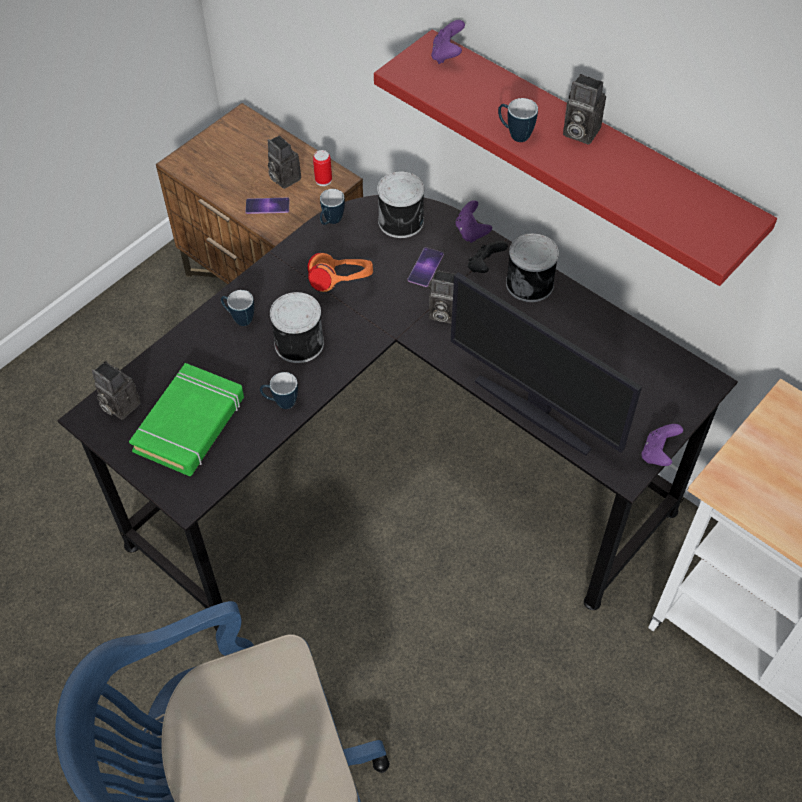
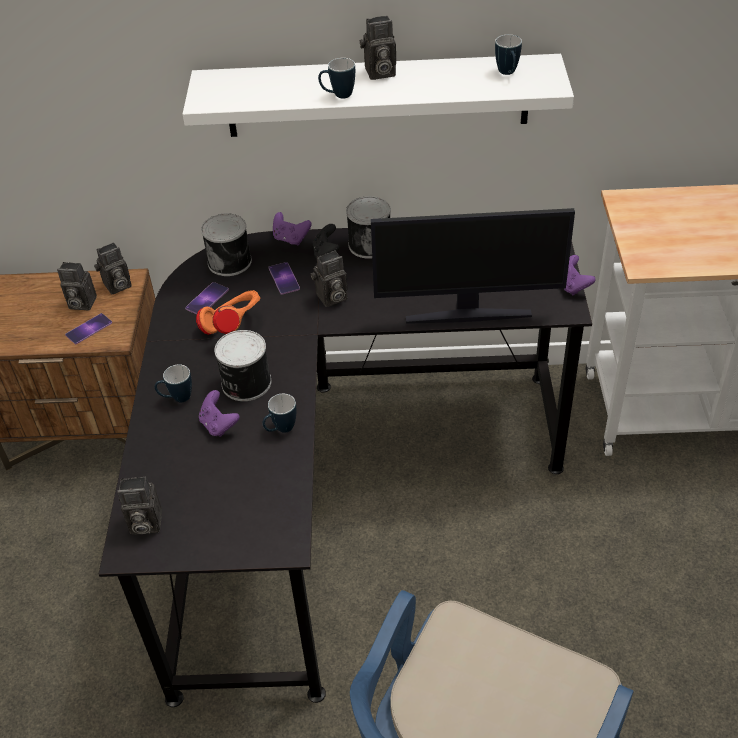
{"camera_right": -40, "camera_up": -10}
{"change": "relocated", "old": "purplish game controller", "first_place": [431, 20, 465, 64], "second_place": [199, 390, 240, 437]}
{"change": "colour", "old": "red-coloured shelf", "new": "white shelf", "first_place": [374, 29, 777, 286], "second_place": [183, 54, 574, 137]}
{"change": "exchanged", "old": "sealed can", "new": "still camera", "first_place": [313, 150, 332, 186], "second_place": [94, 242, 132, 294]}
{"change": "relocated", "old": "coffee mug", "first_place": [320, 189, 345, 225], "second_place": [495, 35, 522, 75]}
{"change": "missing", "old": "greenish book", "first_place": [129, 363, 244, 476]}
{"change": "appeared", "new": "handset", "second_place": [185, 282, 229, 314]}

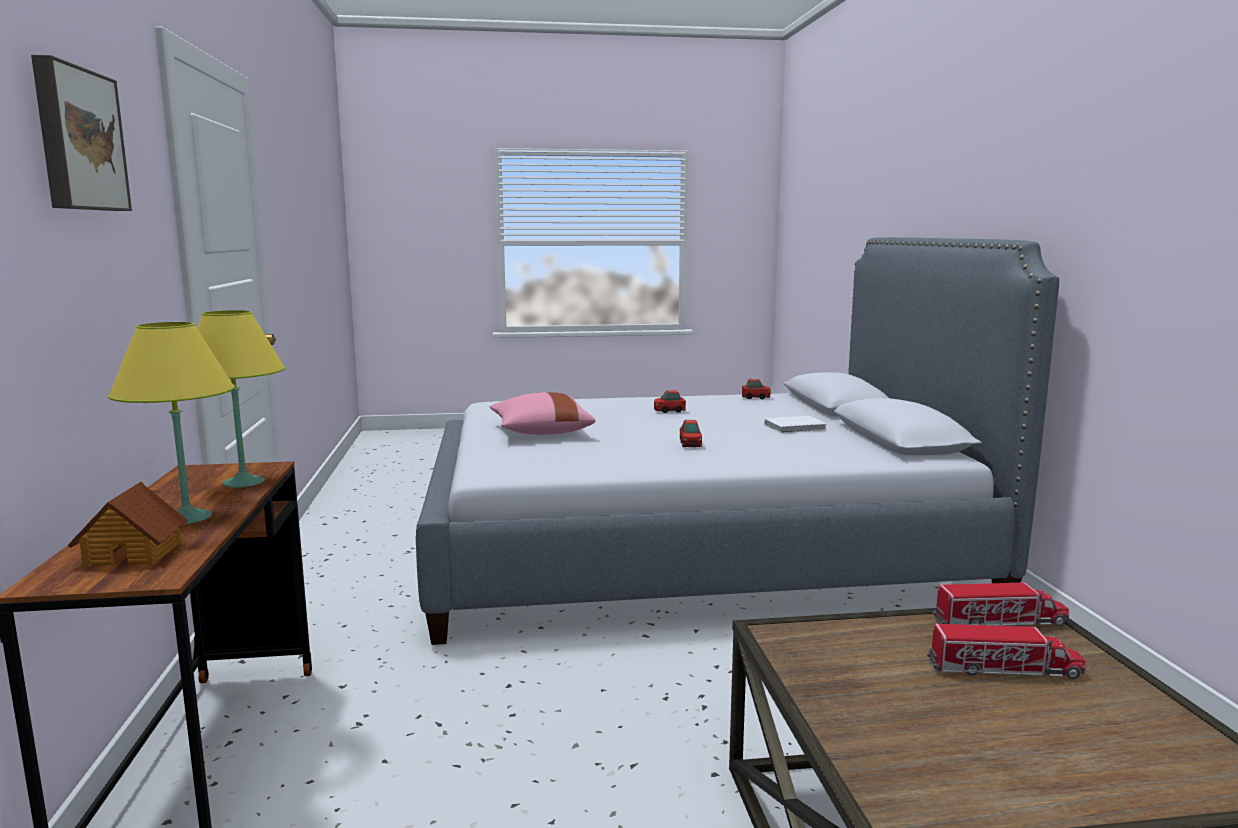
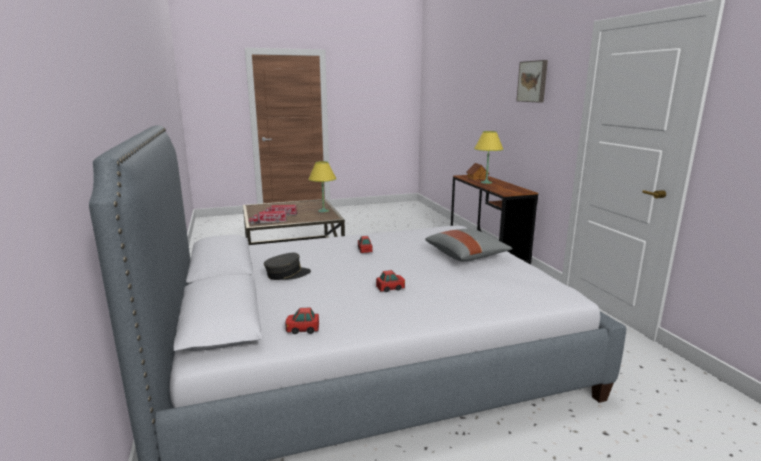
{"camera_right": 170, "camera_up": 5}
{"change": "relocated", "old": "yellow-coloured tabletop lamp", "first_place": [197, 310, 285, 488], "second_place": [308, 161, 337, 212]}
{"change": "colour", "old": "pink-coloured throw pillow", "new": "greyish throw pillow", "first_place": [489, 392, 595, 435], "second_place": [426, 229, 513, 261]}
{"change": "exchanged", "old": "white book", "new": "greyish peaked cap", "first_place": [765, 416, 827, 433], "second_place": [264, 253, 311, 280]}

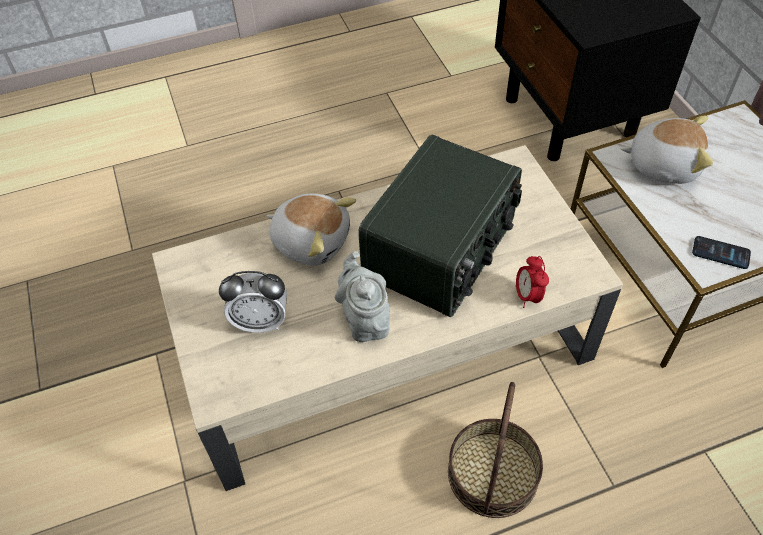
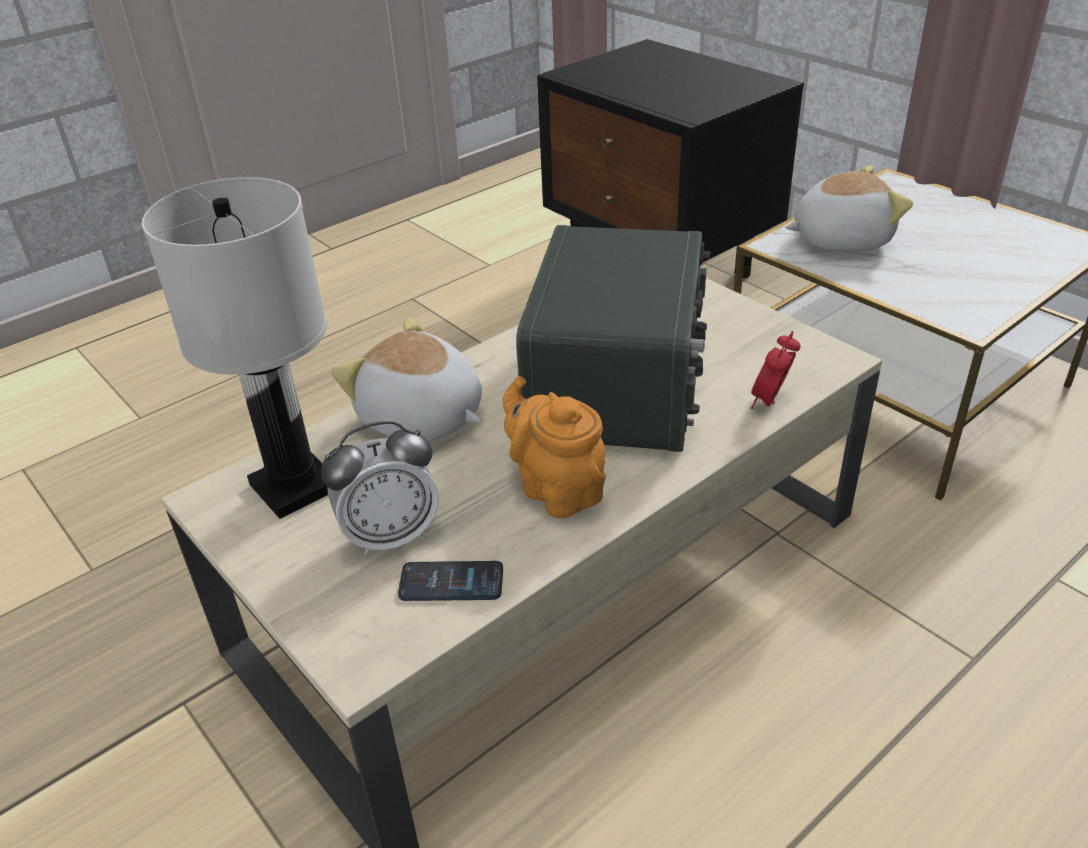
{"camera_right": -20, "camera_up": -15}
{"change": "spun", "old": "soft toy", "first_place": [267, 193, 356, 265], "second_place": [331, 317, 482, 441], "degrees": -150}
{"change": "relocated", "old": "handset", "first_place": [692, 236, 751, 269], "second_place": [398, 561, 503, 601]}
{"change": "colour", "old": "greyish pot for tea", "new": "orangey pot for tea", "first_place": [335, 251, 390, 342], "second_place": [503, 376, 606, 518]}
{"change": "spun", "old": "bedside clock", "first_place": [516, 256, 549, 308], "second_place": [751, 331, 801, 409], "degrees": 60}
{"change": "missing", "old": "basket", "first_place": [448, 382, 543, 518]}
{"change": "appeared", "new": "white tabletop lamp", "second_place": [142, 177, 328, 519]}

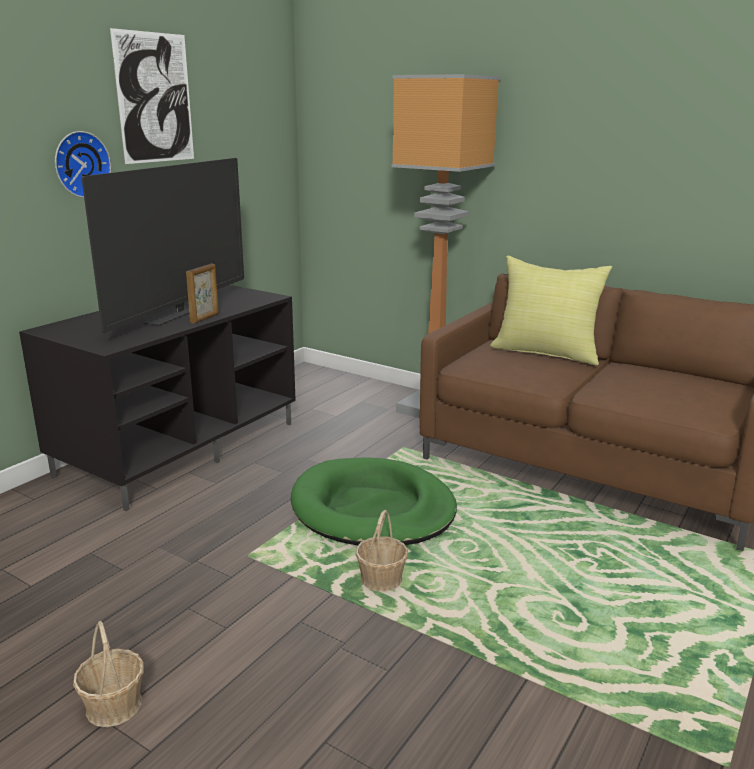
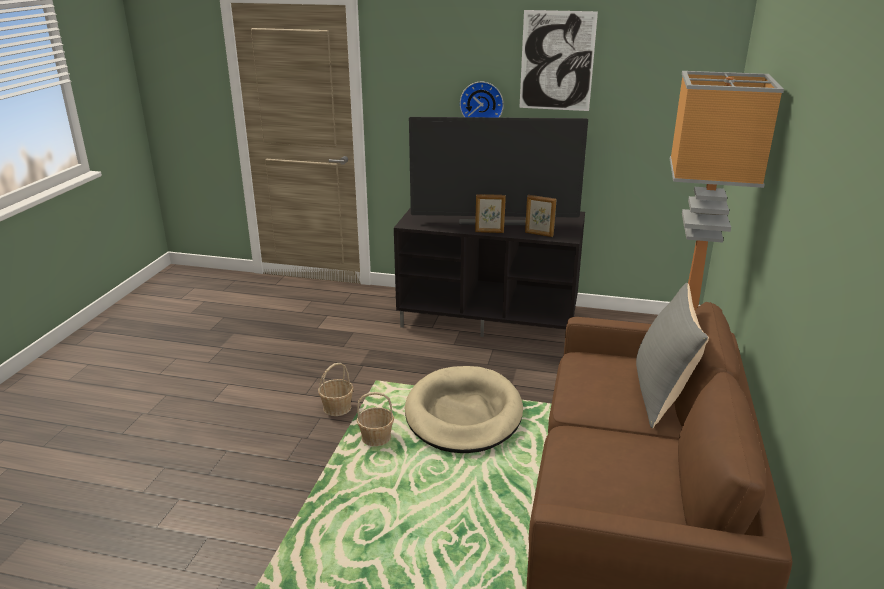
{"camera_right": 70, "camera_up": 5}
{"change": "colour", "old": "yellow-coloured throw pillow", "new": "greyish throw pillow", "first_place": [490, 255, 612, 365], "second_place": [636, 283, 709, 428]}
{"change": "colour", "old": "greenish dog cushion", "new": "beige dog cushion", "first_place": [291, 457, 457, 545], "second_place": [405, 366, 523, 453]}
{"change": "relocated", "old": "basket", "first_place": [73, 621, 144, 727], "second_place": [318, 363, 354, 416]}
{"change": "appeared", "new": "photo frame", "second_place": [525, 195, 556, 237]}

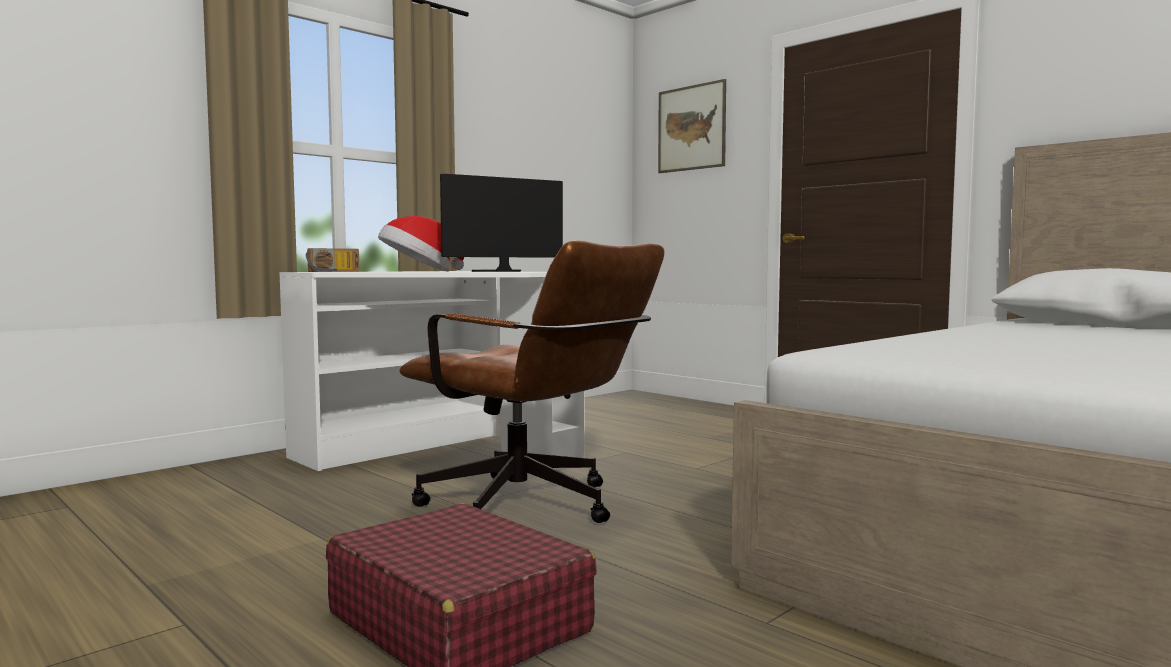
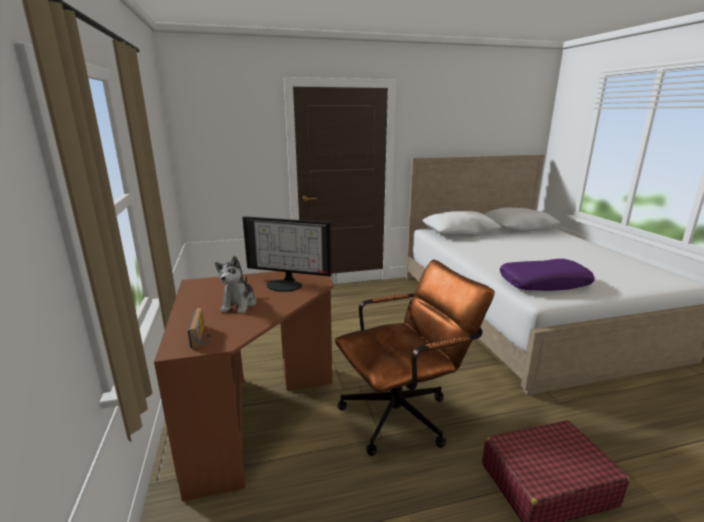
{"camera_right": -60, "camera_up": 15}
{"change": "missing", "old": "picture", "first_place": [658, 79, 726, 173]}
{"change": "spun", "old": "monitor", "first_place": [440, 174, 563, 272], "second_place": [243, 216, 332, 292], "degrees": -75}
{"change": "exchanged", "old": "hat", "new": "soft toy", "first_place": [378, 216, 464, 271], "second_place": [215, 256, 256, 313]}
{"change": "colour", "old": "white desk", "new": "brown desk", "first_place": [279, 271, 584, 471], "second_place": [154, 271, 334, 501]}
{"change": "appeared", "new": "purplish throw pillow", "second_place": [500, 259, 595, 291]}

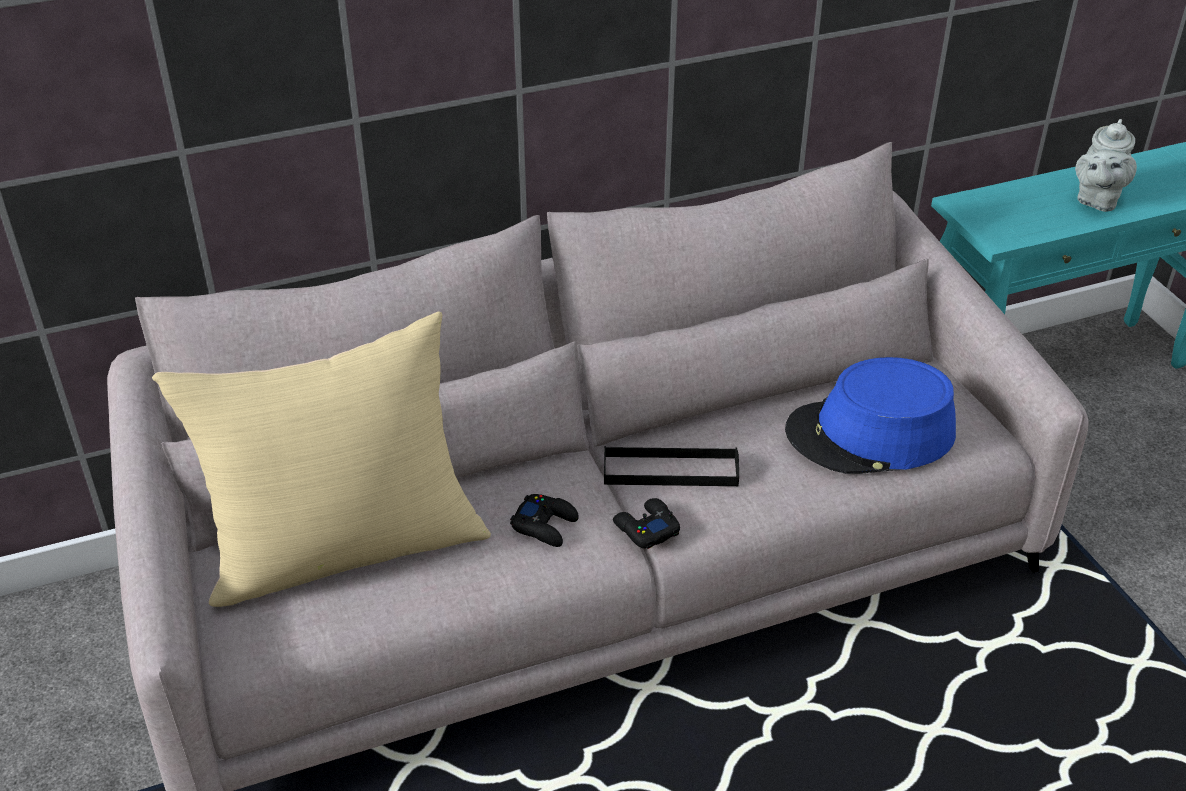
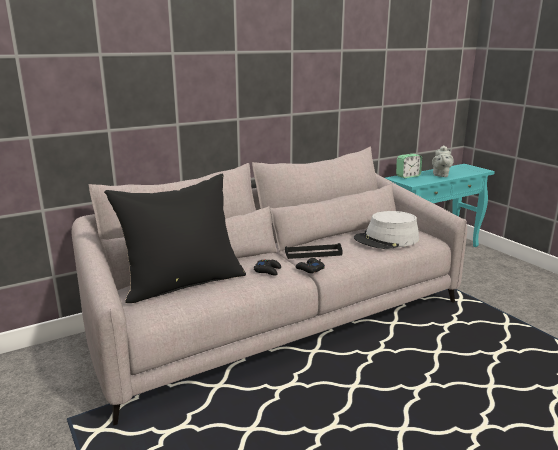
{"camera_right": -10, "camera_up": -20}
{"change": "colour", "old": "beige throw pillow", "new": "black-coloured throw pillow", "first_place": [152, 312, 491, 607], "second_place": [104, 174, 246, 303]}
{"change": "colour", "old": "blue-coloured hat", "new": "greyish hat", "first_place": [785, 357, 956, 474], "second_place": [354, 211, 419, 249]}
{"change": "appeared", "new": "bedside clock", "second_place": [396, 154, 422, 178]}

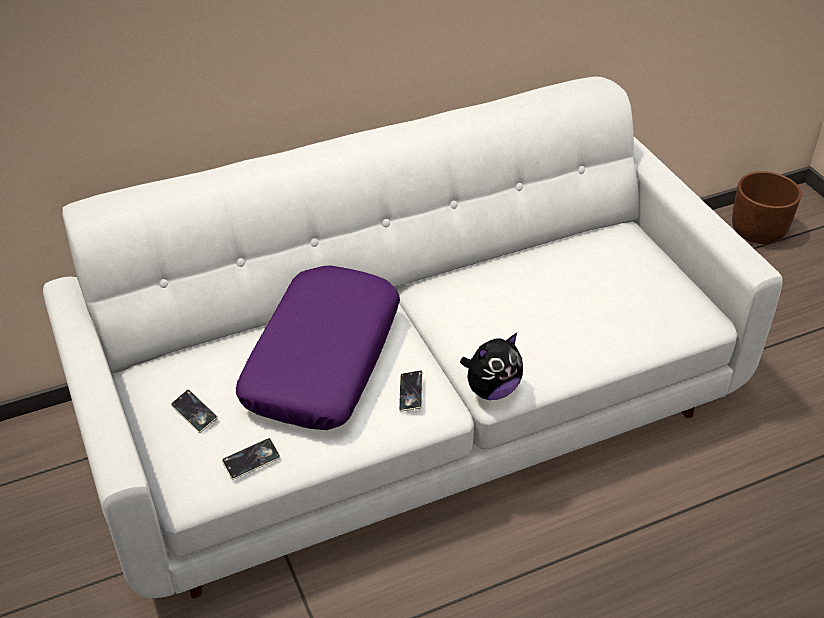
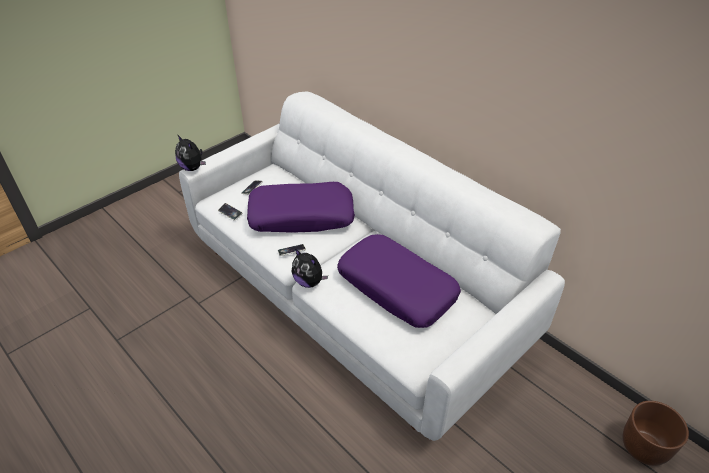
{"camera_right": 70, "camera_up": 0}
{"change": "appeared", "new": "soft toy", "second_place": [175, 134, 206, 171]}
{"change": "appeared", "new": "purplish throw pillow", "second_place": [337, 234, 461, 328]}

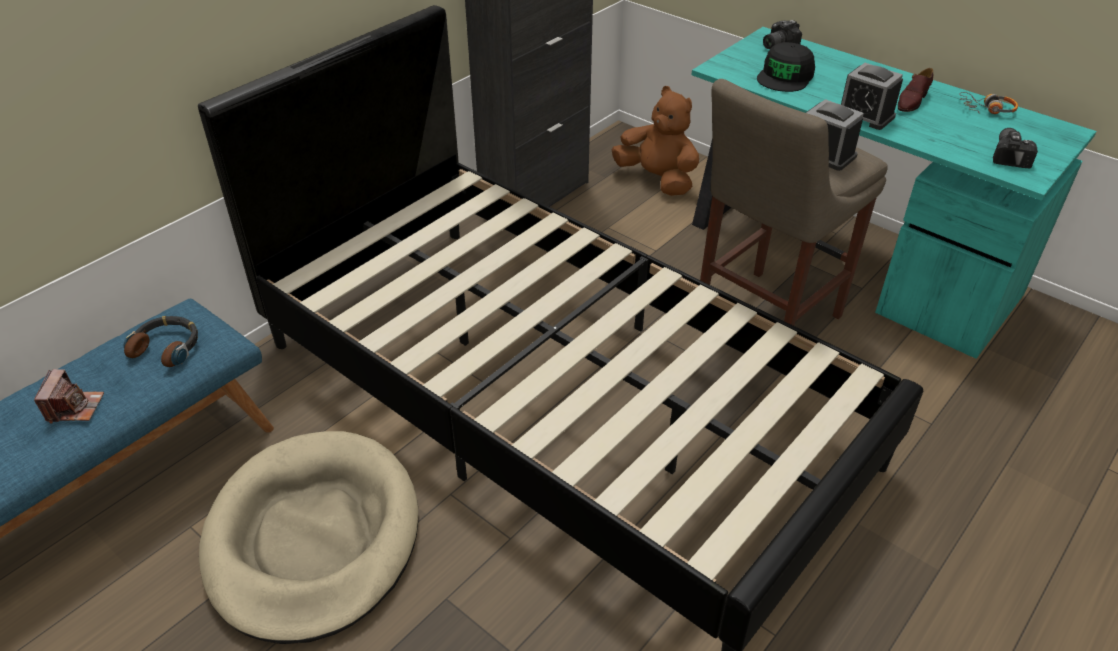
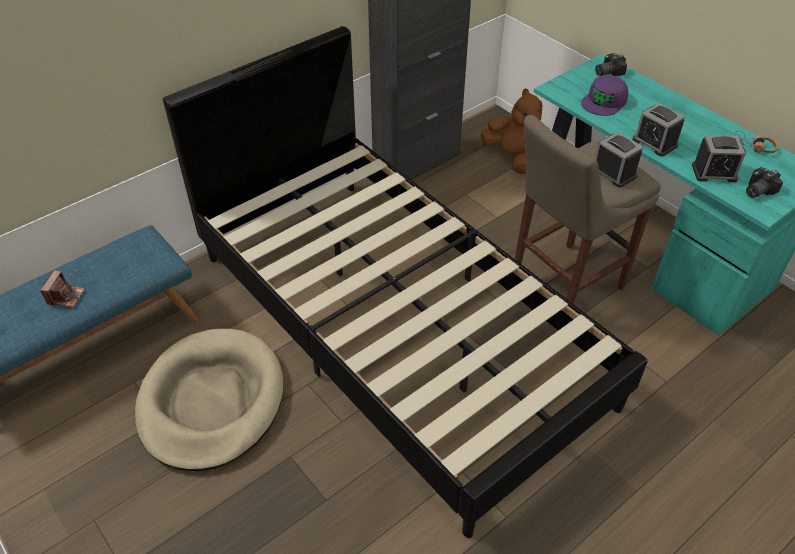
{"camera_right": 10, "camera_up": 5}
{"change": "colour", "old": "black-coloured peaked cap", "new": "purplish peaked cap", "first_place": [757, 42, 815, 92], "second_place": [581, 75, 628, 116]}
{"change": "missing", "old": "brown low shoe", "first_place": [898, 68, 933, 112]}
{"change": "spun", "old": "still camera", "first_place": [993, 128, 1038, 168], "second_place": [746, 167, 783, 198], "degrees": -150}
{"change": "missing", "old": "pair of headphones", "first_place": [124, 316, 198, 367]}
{"change": "appeared", "new": "bedside clock", "second_place": [692, 135, 746, 182]}

